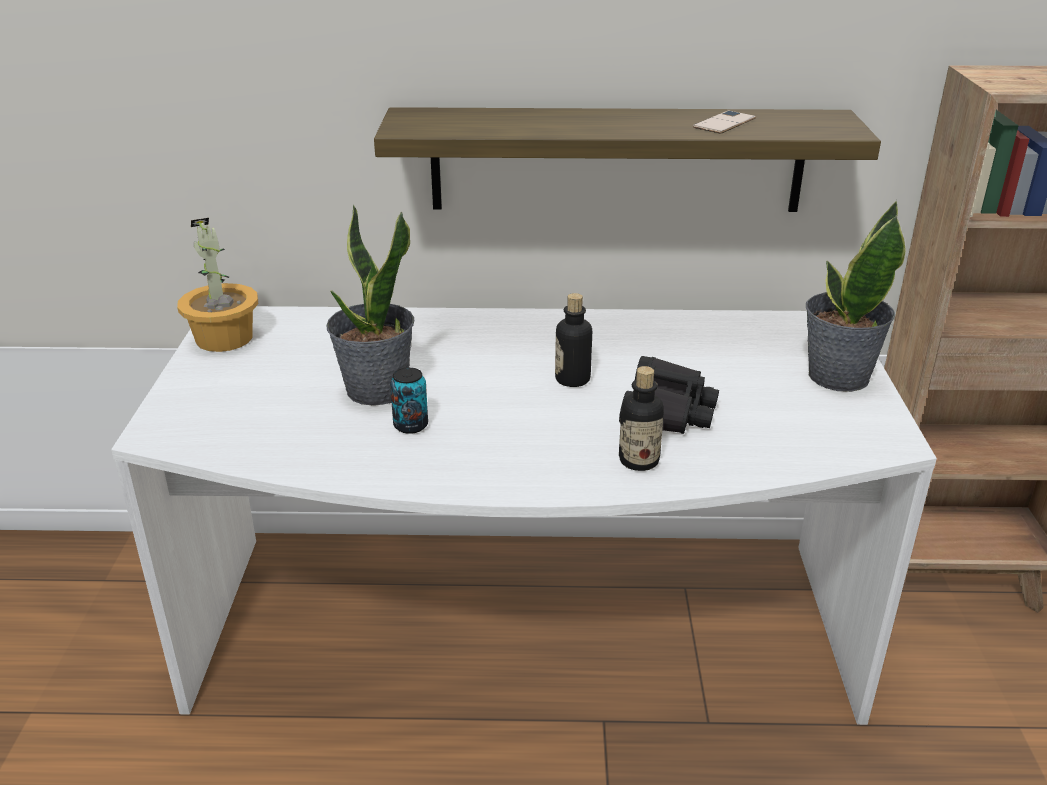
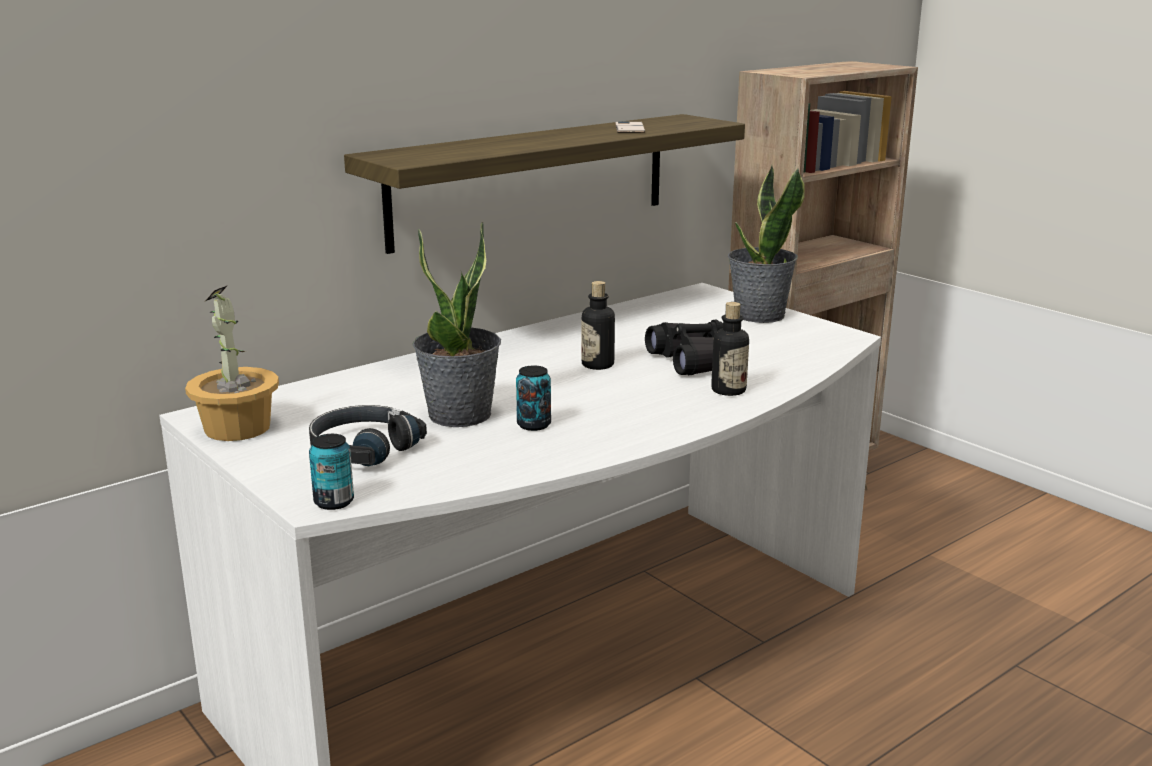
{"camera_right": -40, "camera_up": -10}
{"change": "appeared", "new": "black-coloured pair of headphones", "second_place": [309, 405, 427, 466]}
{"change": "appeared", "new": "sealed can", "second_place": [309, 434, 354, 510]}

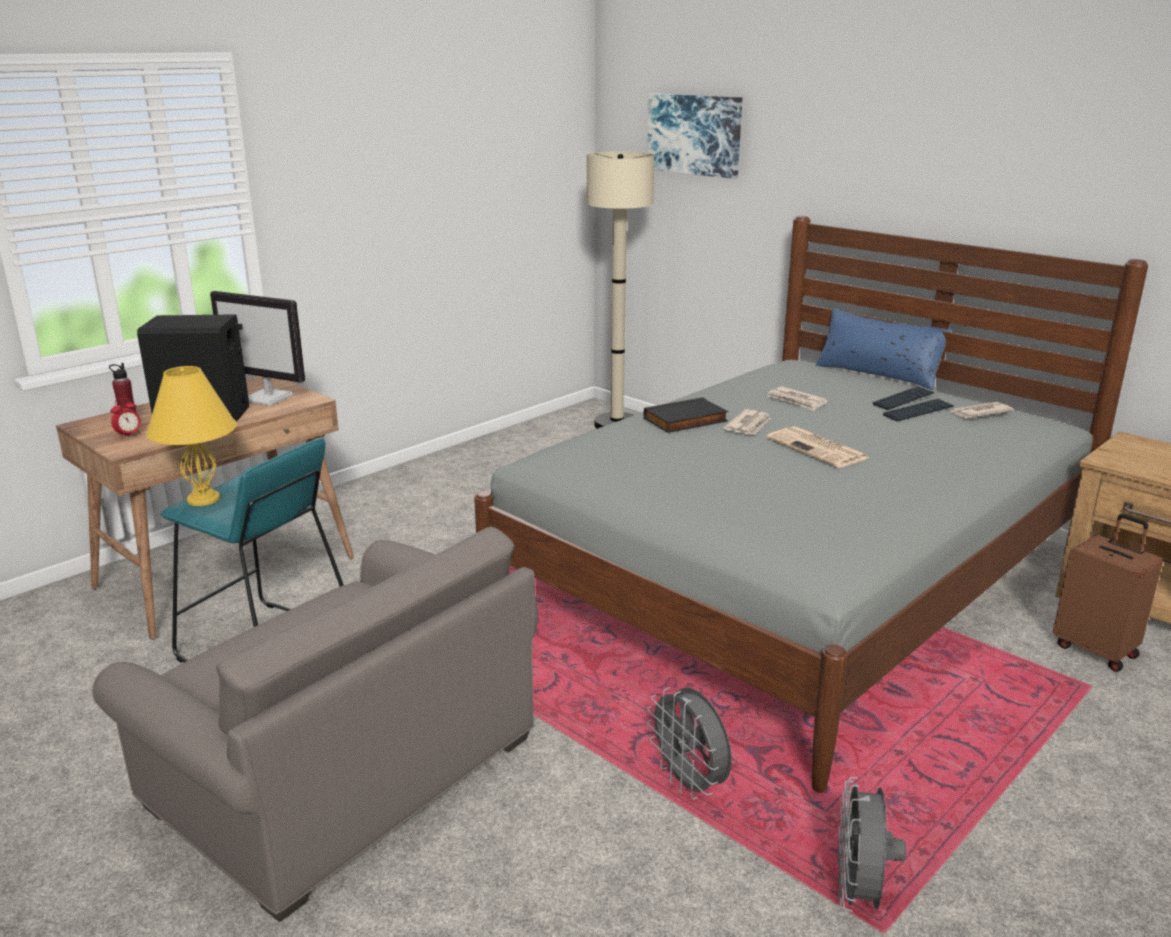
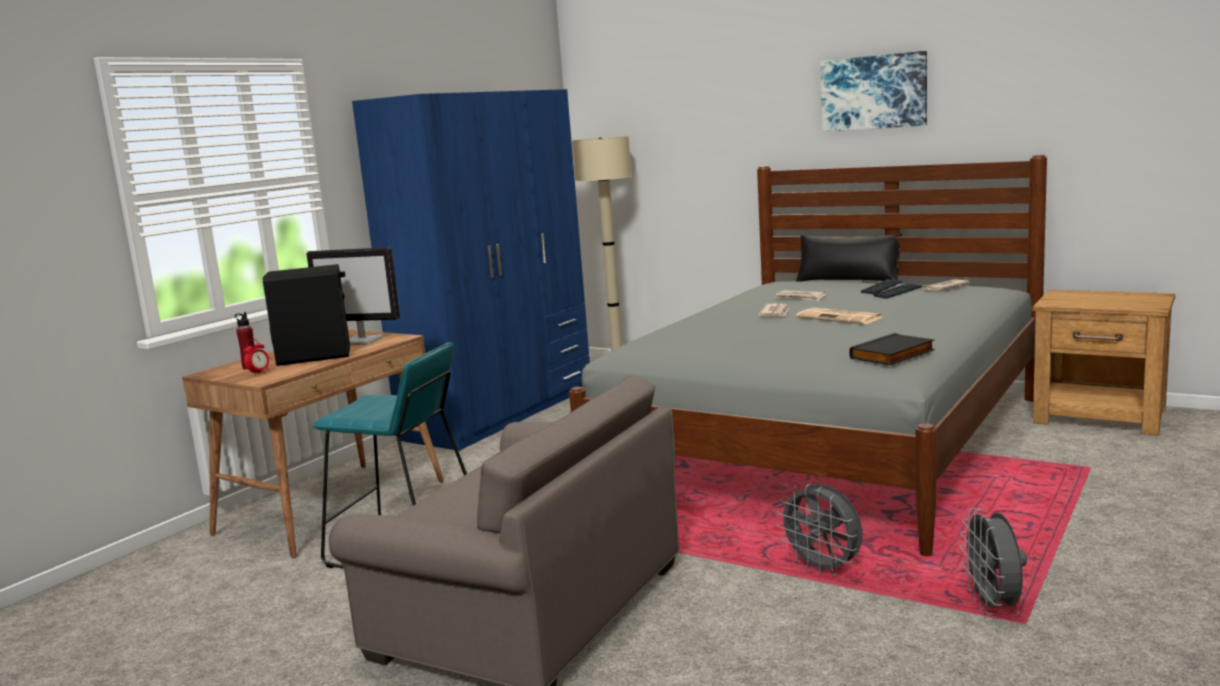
{"camera_right": -10, "camera_up": -10}
{"change": "relocated", "old": "picture", "first_place": [647, 93, 742, 179], "second_place": [820, 51, 927, 132]}
{"change": "colour", "old": "blue-coloured throw pillow", "new": "black-coloured throw pillow", "first_place": [815, 308, 952, 390], "second_place": [796, 233, 902, 282]}
{"change": "missing", "old": "yellow-coloured tabletop lamp", "first_place": [146, 366, 237, 506]}
{"change": "relocated", "old": "black-coloured book", "first_place": [644, 397, 728, 433], "second_place": [849, 333, 935, 365]}
{"change": "missing", "old": "brown piece of luggage", "first_place": [1053, 514, 1163, 672]}
{"change": "appeared", "new": "blue-coloured clothes cupboard", "second_place": [352, 89, 590, 451]}

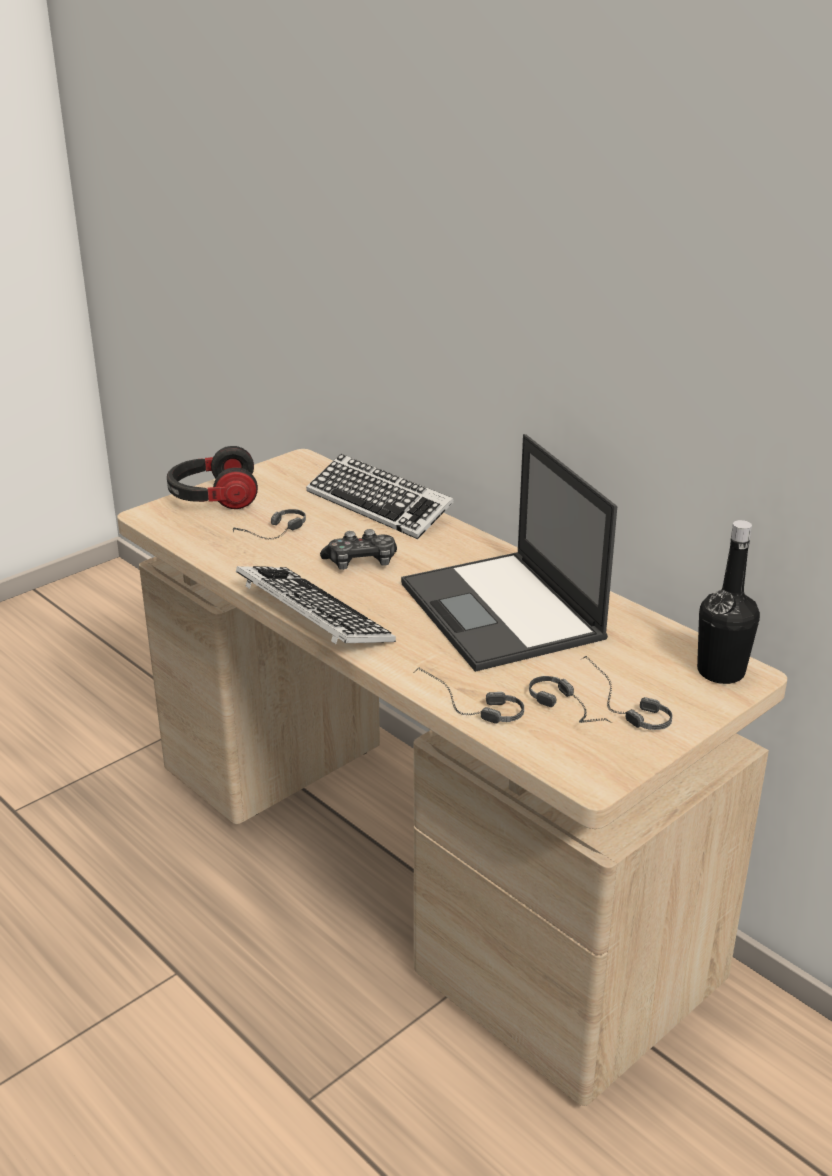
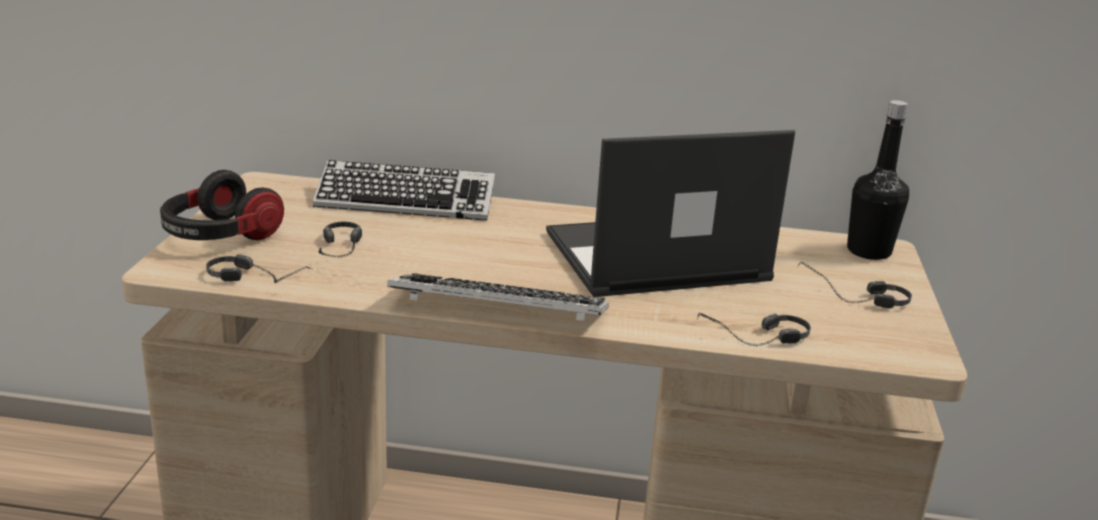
{"camera_right": -40, "camera_up": -5}
{"change": "spun", "old": "portable computer", "first_place": [401, 434, 617, 672], "second_place": [546, 130, 795, 297], "degrees": 135}
{"change": "missing", "old": "game controller", "first_place": [320, 529, 397, 570]}
{"change": "relocated", "old": "pair of headphones", "first_place": [529, 676, 612, 723], "second_place": [206, 254, 312, 283]}

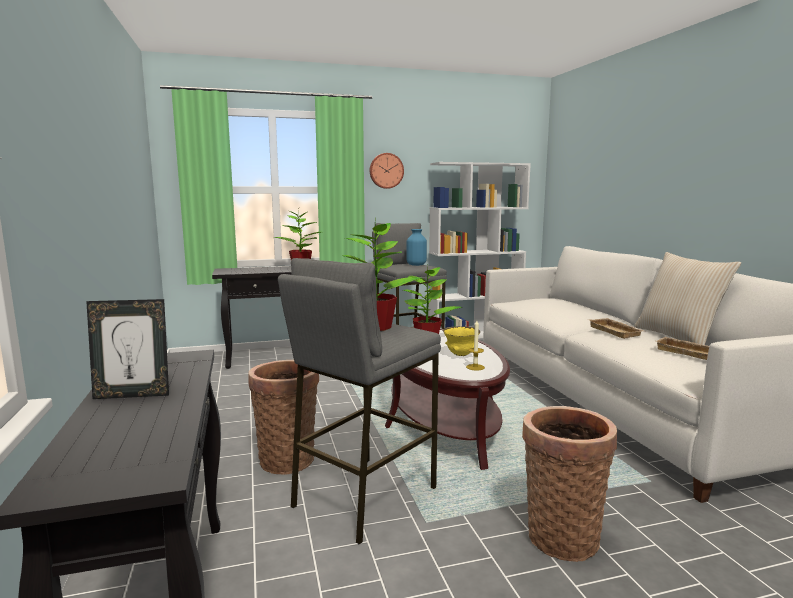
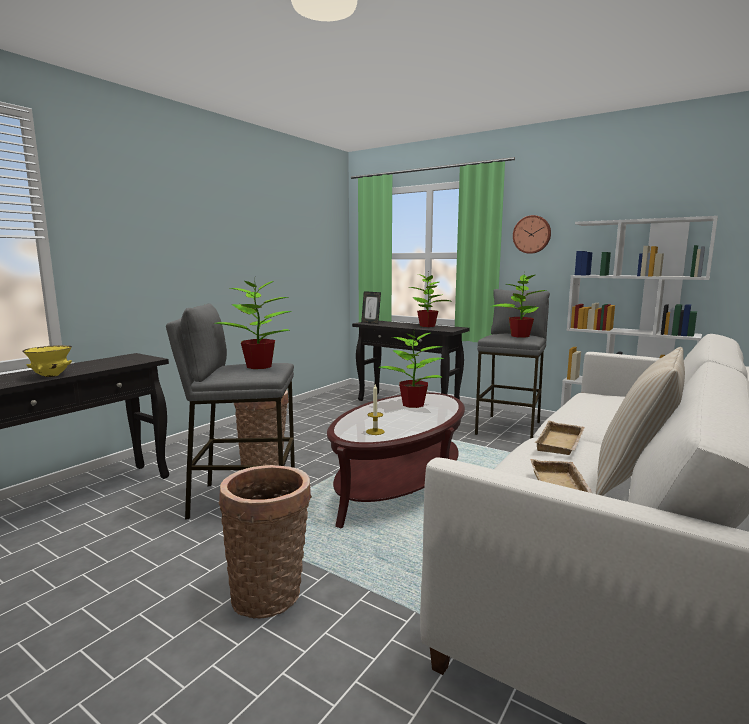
{"camera_right": 50, "camera_up": 0}
{"change": "exchanged", "old": "blue-coloured flower vase", "new": "plant in a pot", "first_place": [406, 229, 427, 266], "second_place": [491, 275, 548, 338]}
{"change": "relocated", "old": "photo frame", "first_place": [86, 299, 169, 399], "second_place": [361, 291, 381, 324]}
{"change": "relocated", "old": "yellow-coloured deep dish", "first_place": [443, 326, 480, 356], "second_place": [22, 345, 72, 377]}

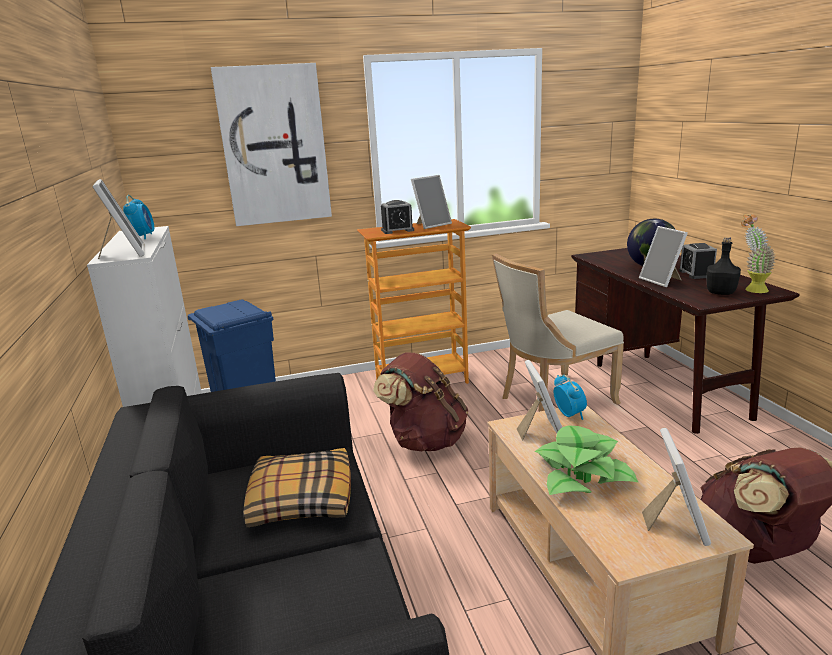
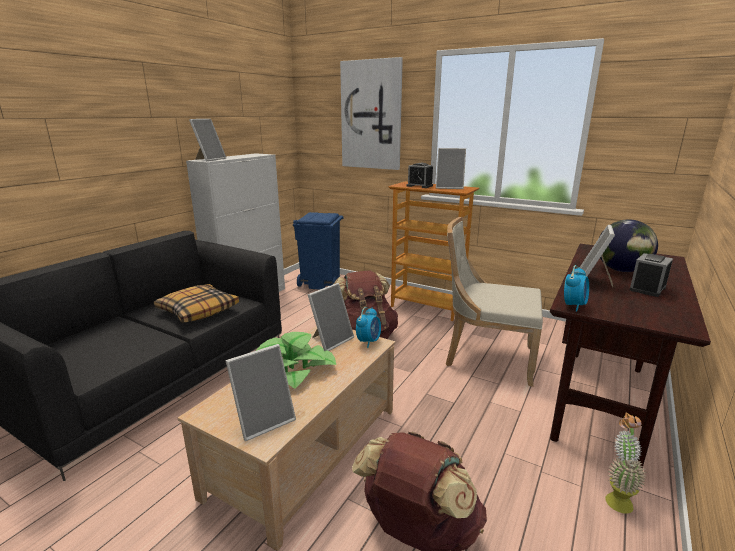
{"camera_right": 45, "camera_up": 0}
{"change": "relocated", "old": "bedside clock", "first_place": [123, 195, 154, 239], "second_place": [564, 265, 589, 312]}
{"change": "relocated", "old": "plant in a pot", "first_place": [741, 214, 775, 293], "second_place": [605, 412, 646, 514]}
{"change": "missing", "old": "black-coloured beverage bottle", "first_place": [707, 237, 741, 295]}

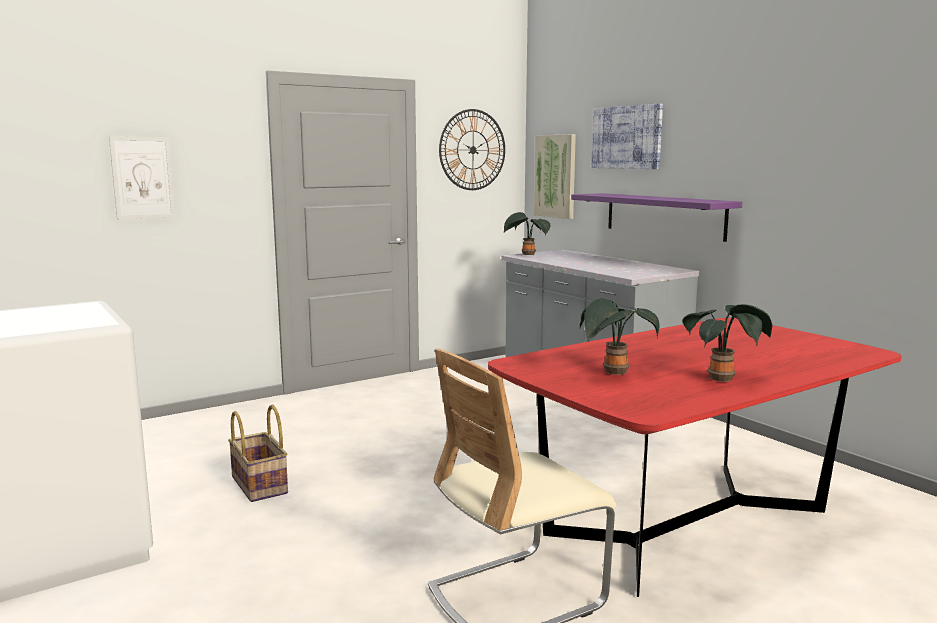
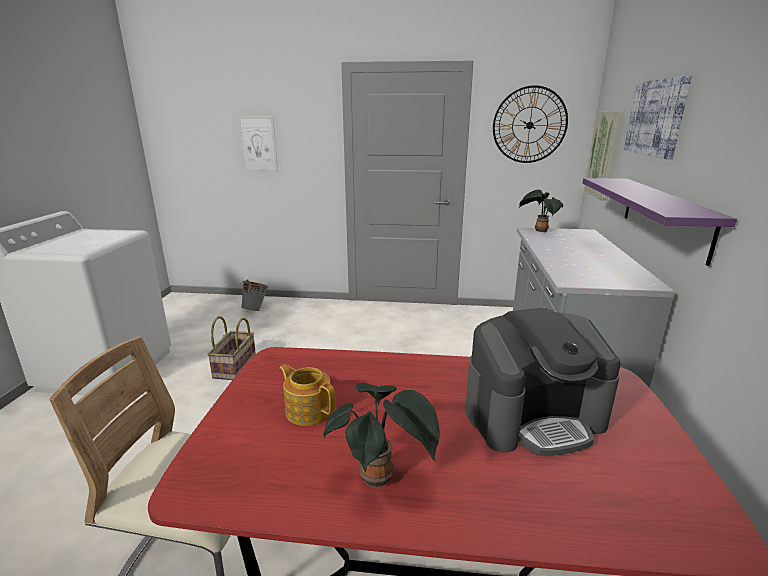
{"camera_right": 40, "camera_up": 10}
{"change": "exchanged", "old": "plant in a pot", "new": "pot for tea", "first_place": [580, 299, 659, 375], "second_place": [279, 364, 336, 426]}
{"change": "appeared", "new": "greyish pail", "second_place": [241, 279, 269, 311]}
{"change": "appeared", "new": "coffee maker", "second_place": [465, 308, 621, 456]}

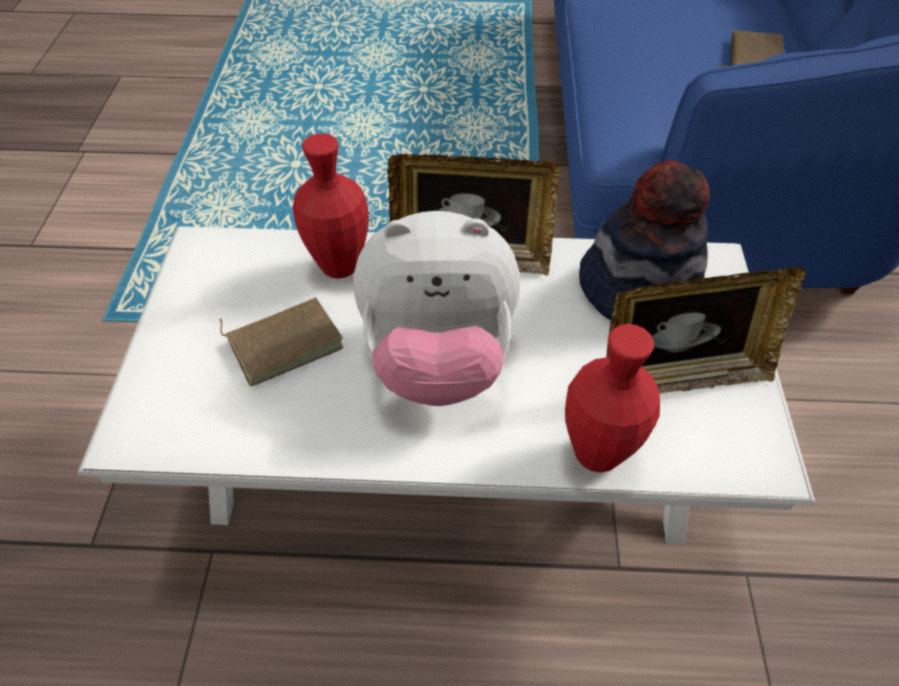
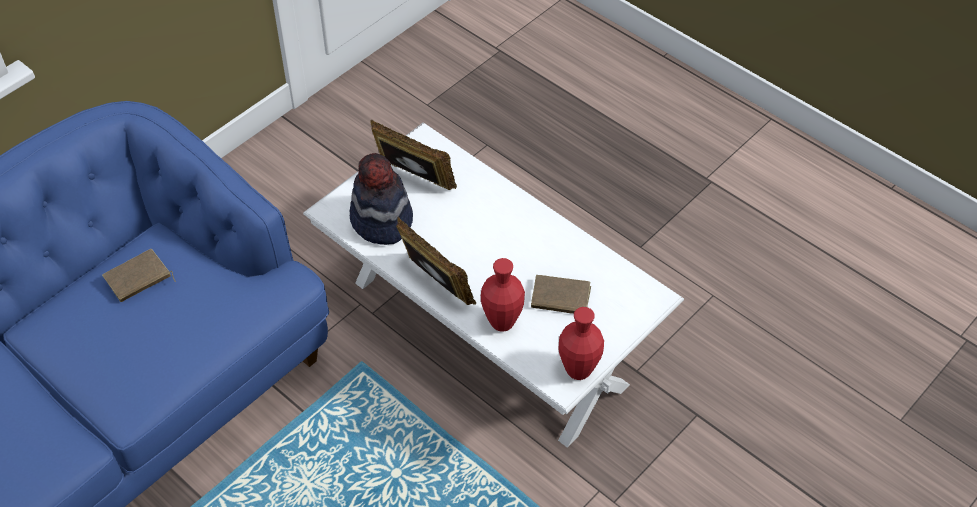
{"camera_right": -140, "camera_up": 0}
{"change": "missing", "old": "soft toy", "first_place": [353, 211, 520, 406]}
{"change": "relocated", "old": "red-coloured flower vase", "first_place": [565, 324, 660, 473], "second_place": [559, 307, 604, 380]}

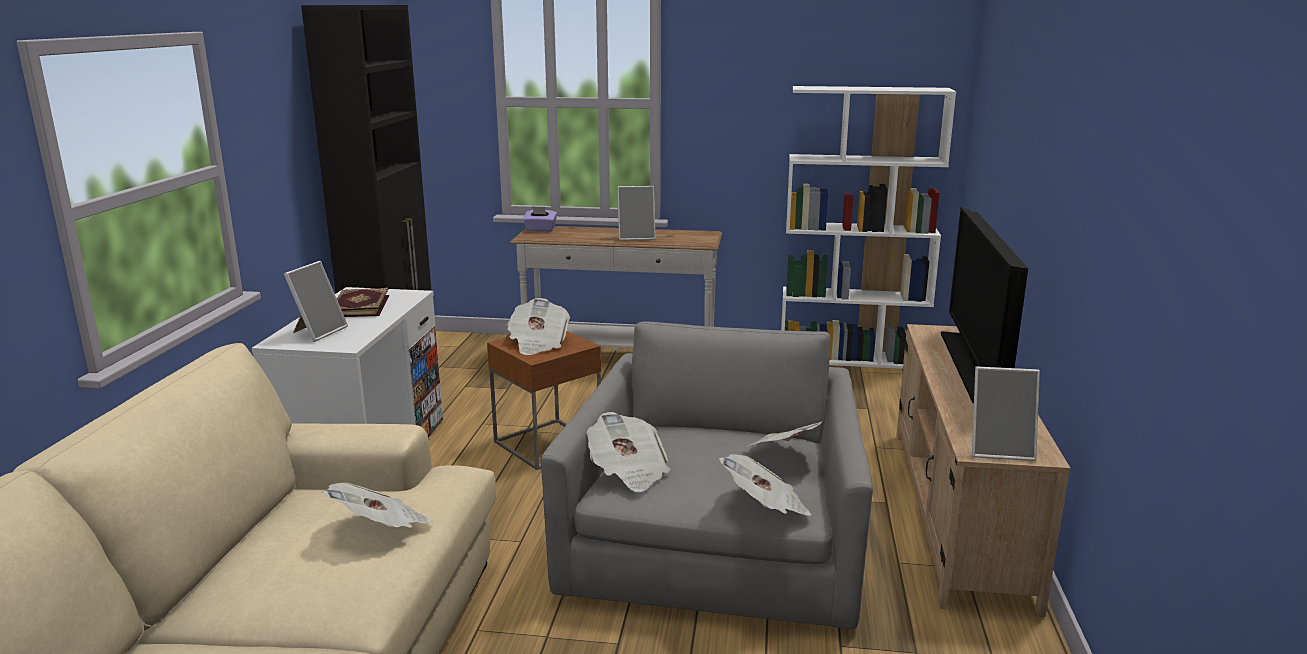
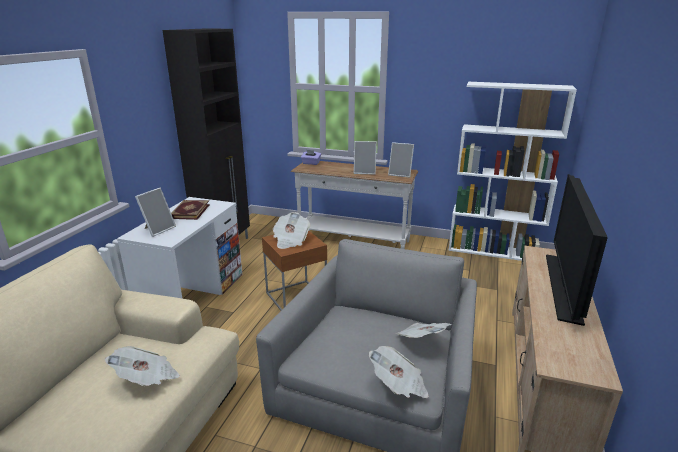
{"camera_right": 10, "camera_up": 5}
{"change": "relocated", "old": "photo frame", "first_place": [972, 367, 1040, 461], "second_place": [388, 142, 414, 178]}
{"change": "missing", "old": "printed paper", "first_place": [586, 412, 670, 493]}

